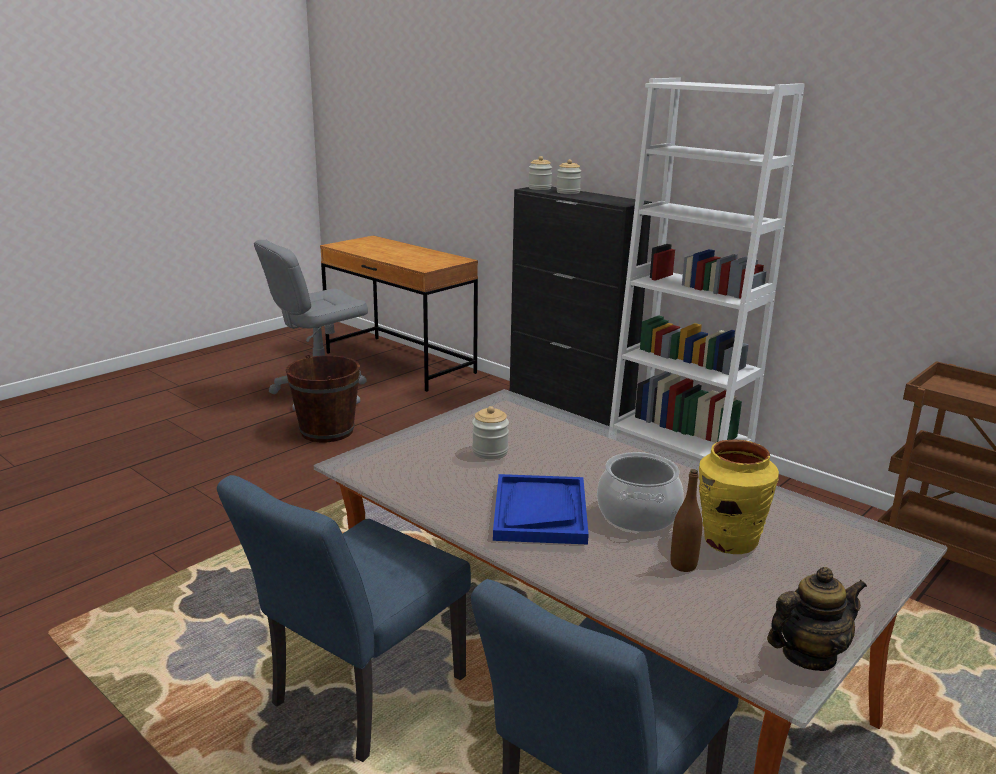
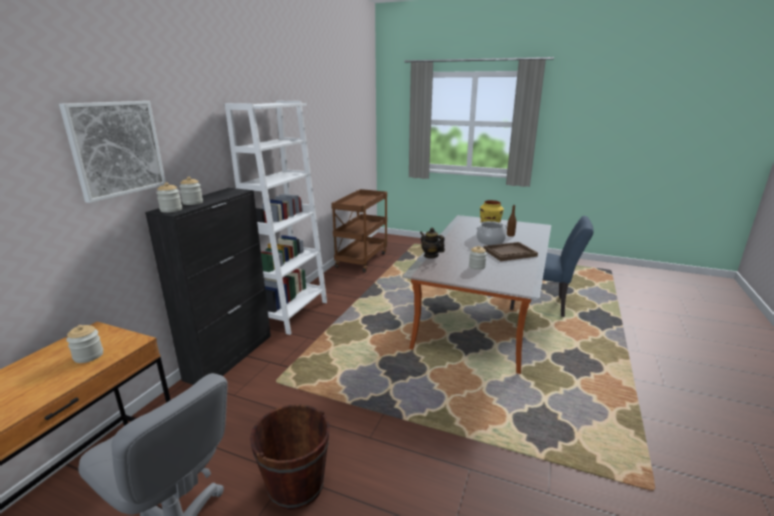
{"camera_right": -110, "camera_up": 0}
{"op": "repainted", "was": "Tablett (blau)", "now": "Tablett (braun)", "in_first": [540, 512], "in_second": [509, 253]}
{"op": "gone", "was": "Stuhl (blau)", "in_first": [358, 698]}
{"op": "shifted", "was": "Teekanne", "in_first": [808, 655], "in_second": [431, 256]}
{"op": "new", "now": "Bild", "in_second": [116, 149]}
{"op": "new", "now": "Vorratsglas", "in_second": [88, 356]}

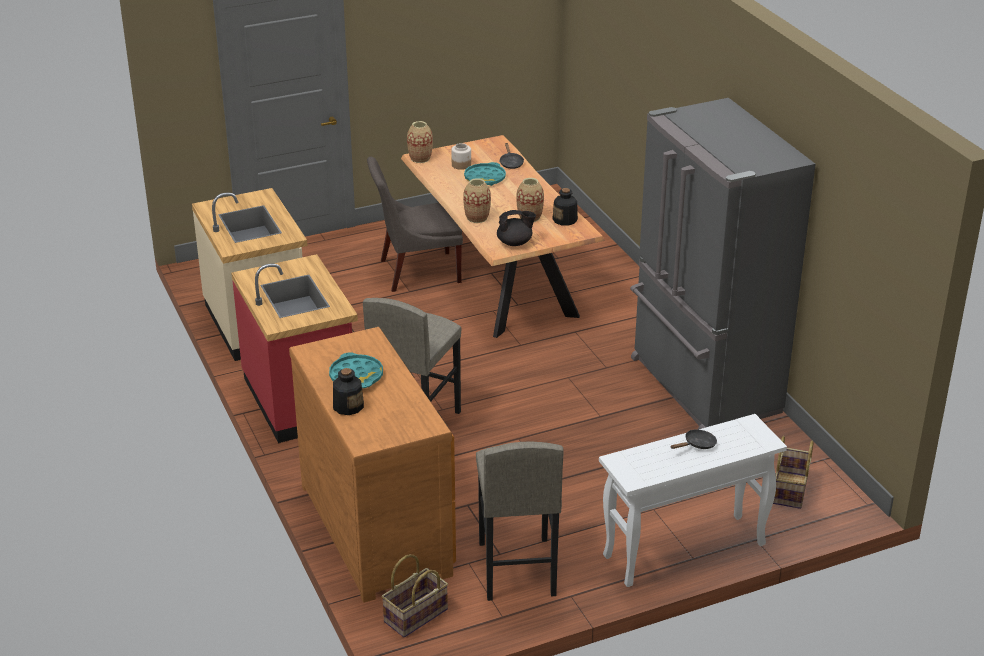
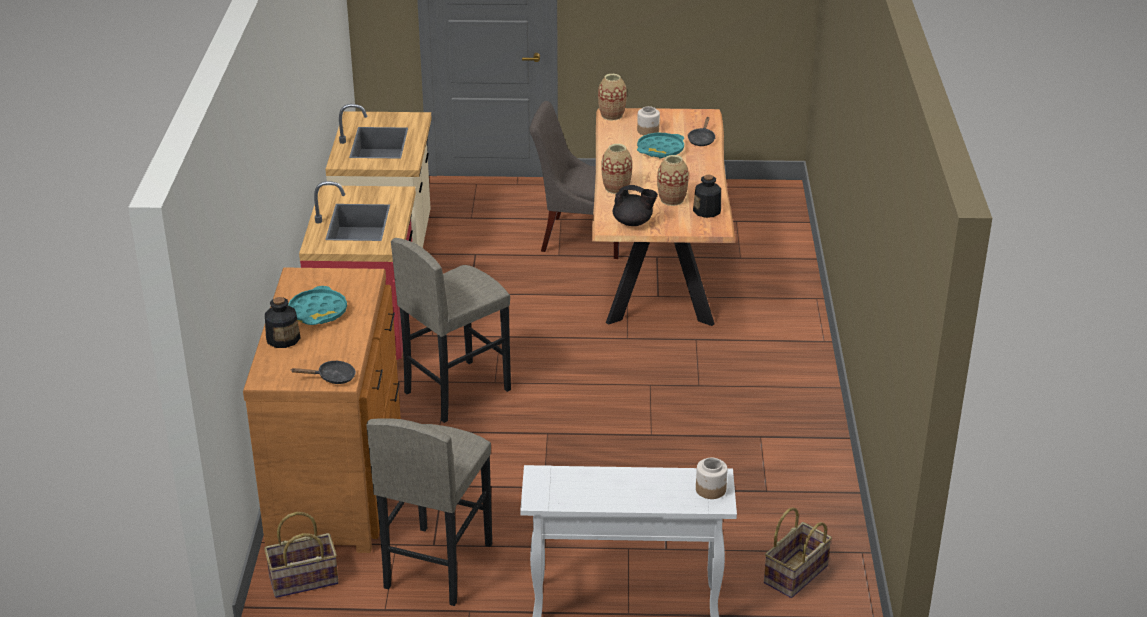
{"camera_right": 25, "camera_up": 0}
{"op": "gone", "was": "Kühlschrank (grau)", "in_first": [702, 386]}
{"op": "shifted", "was": "Pfanne (schwarz)", "in_first": [697, 445], "in_second": [332, 377]}
{"op": "new", "now": "Vorratsglas", "in_second": [711, 489]}

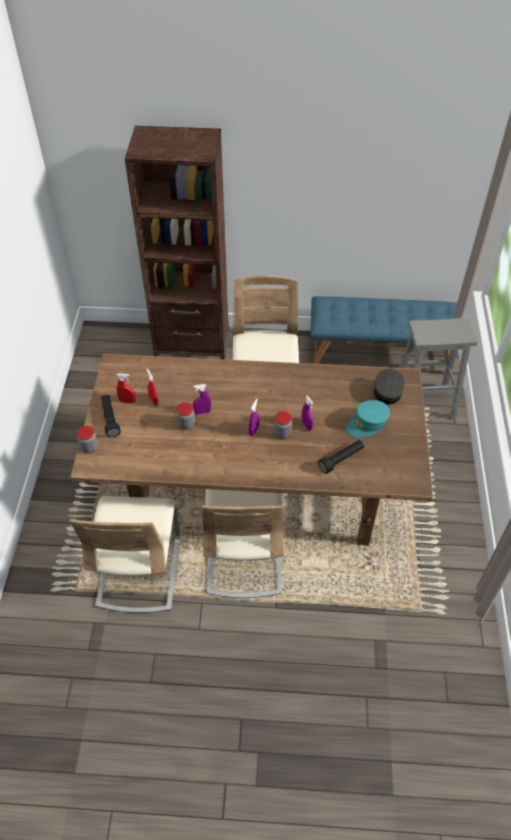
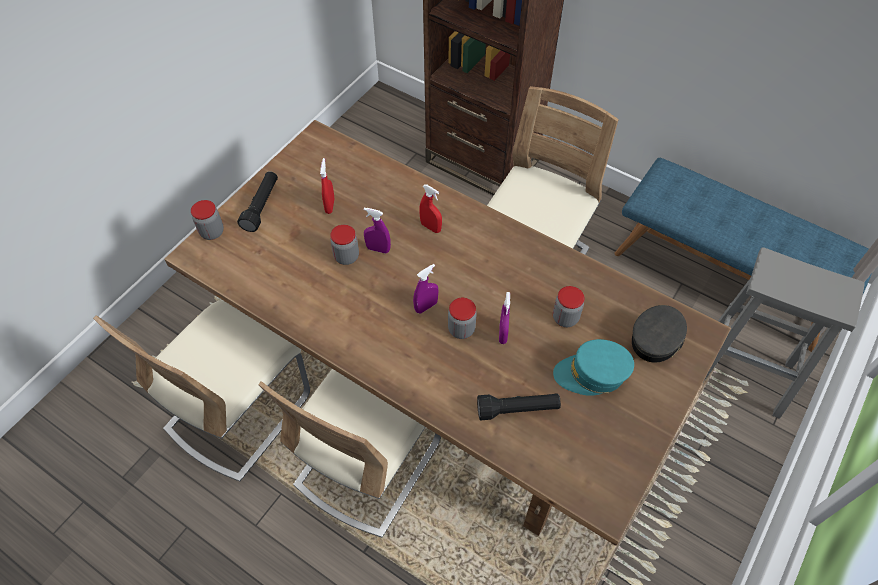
{"camera_right": 30, "camera_up": 5}
{"op": "shifted", "was": "Sprühflasche (rot)", "in_first": [127, 401], "in_second": [430, 227]}
{"op": "new", "now": "Vorratsglas", "in_second": [565, 318]}

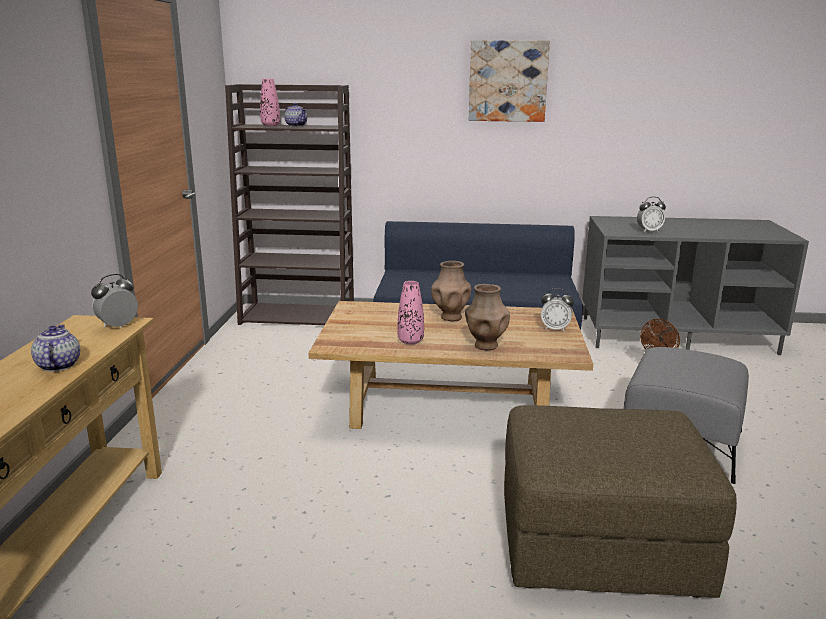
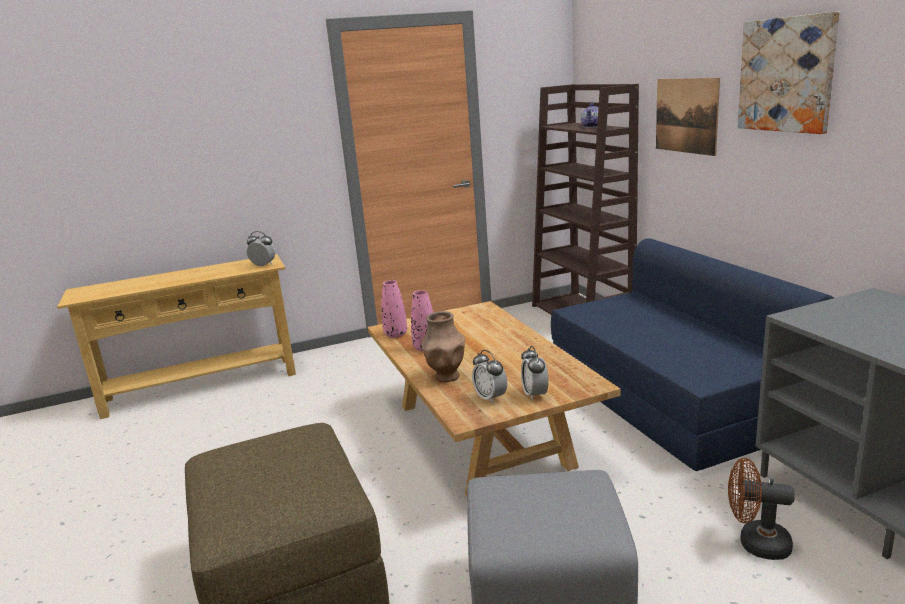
{"camera_right": 65, "camera_up": 0}
{"op": "shifted", "was": "Vase (rosa)", "in_first": [270, 125], "in_second": [395, 335]}
{"op": "shifted", "was": "Wecker", "in_first": [649, 231], "in_second": [490, 398]}
{"op": "gone", "was": "Vase (braun)", "in_first": [451, 317]}
{"op": "gone", "was": "Teekanne", "in_first": [58, 365]}
{"op": "new", "now": "Bild", "in_second": [686, 115]}

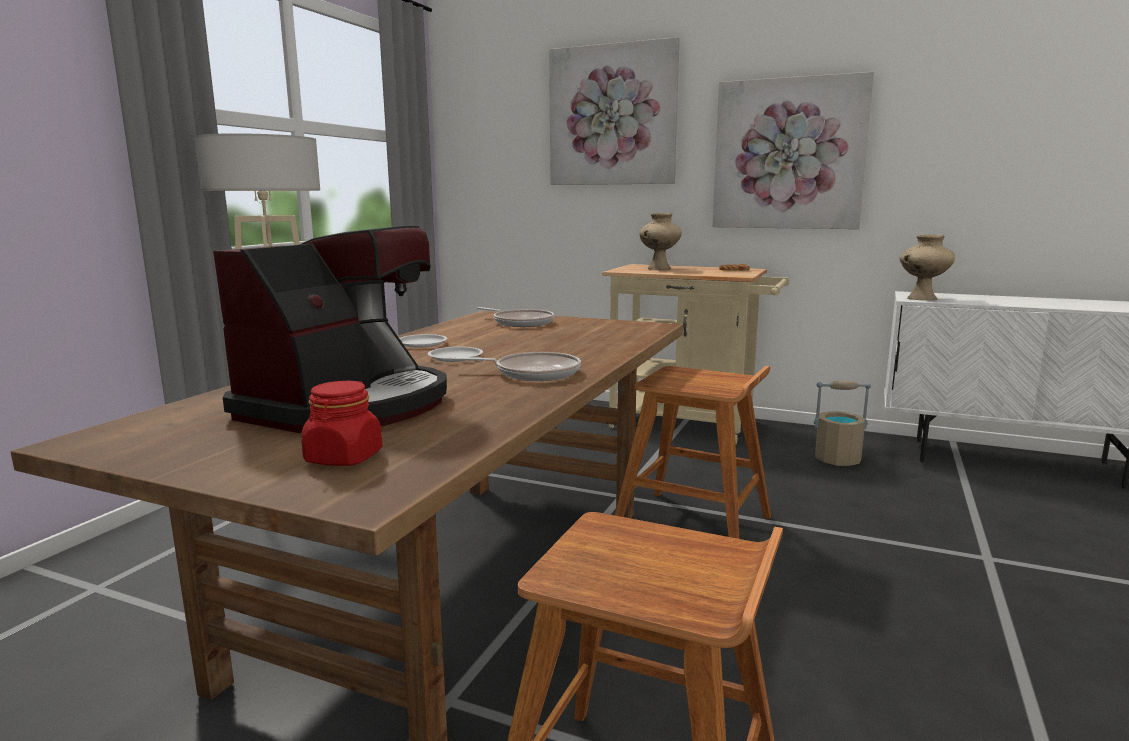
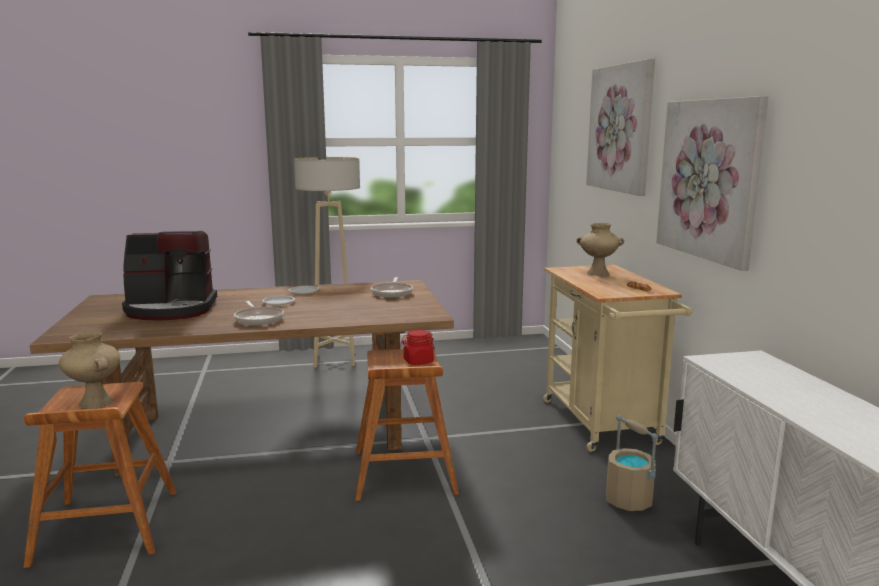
{"camera_right": 55, "camera_up": 0}
{"op": "shifted", "was": "Vase (beige)", "in_first": [922, 299], "in_second": [95, 402]}
{"op": "shifted", "was": "Vorratsglas (rot)", "in_first": [343, 458], "in_second": [418, 361]}

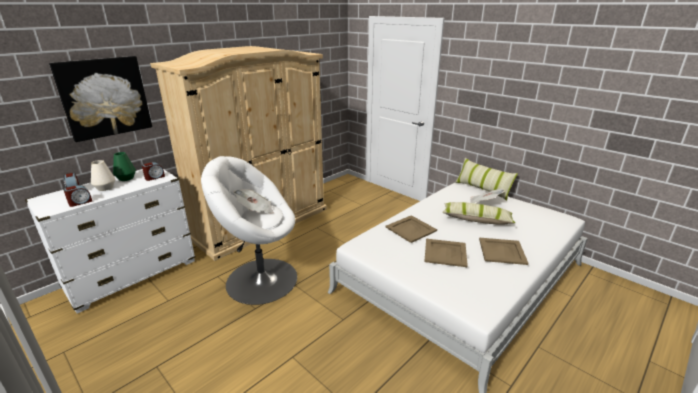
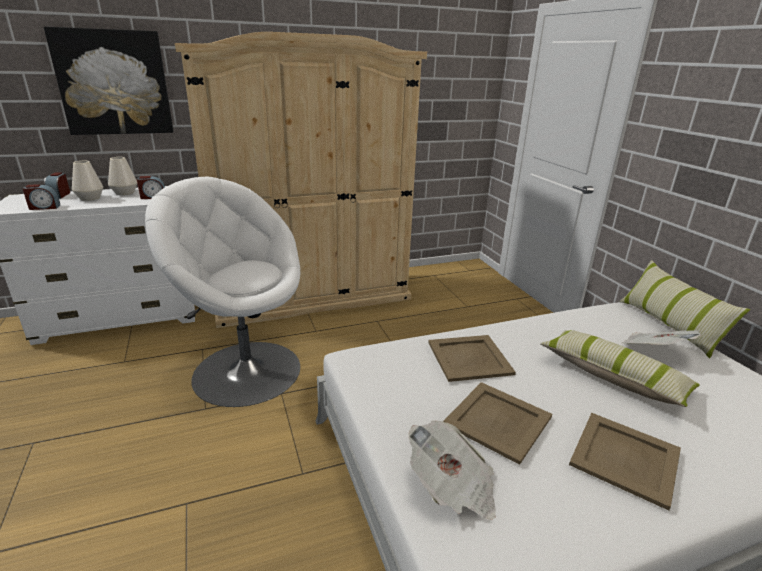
{"camera_right": 25, "camera_up": 0}
{"op": "repainted", "was": "Vase (grün)", "now": "Vase (weiß)", "in_first": [126, 178], "in_second": [125, 193]}
{"op": "shifted", "was": "Zeitung", "in_first": [256, 210], "in_second": [452, 487]}

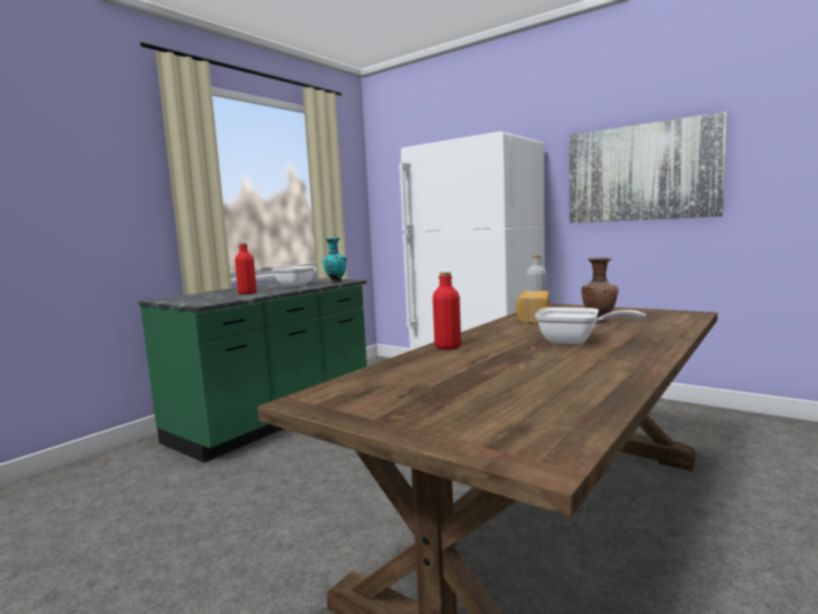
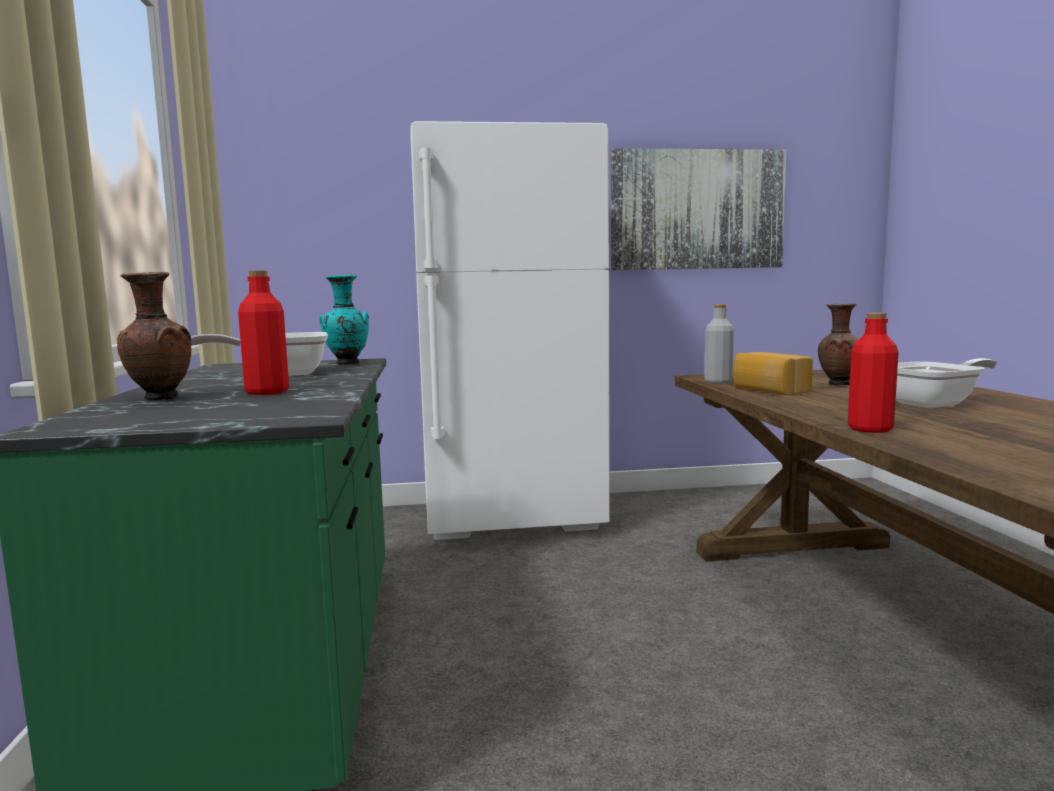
{"camera_right": -45, "camera_up": 0}
{"op": "new", "now": "Vase (braun)", "in_second": [158, 399]}

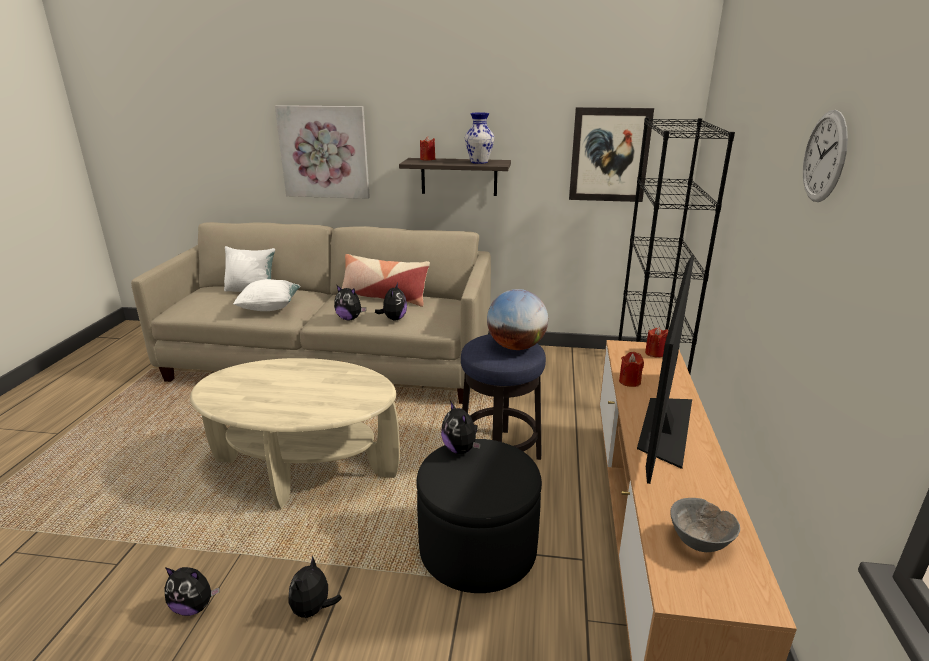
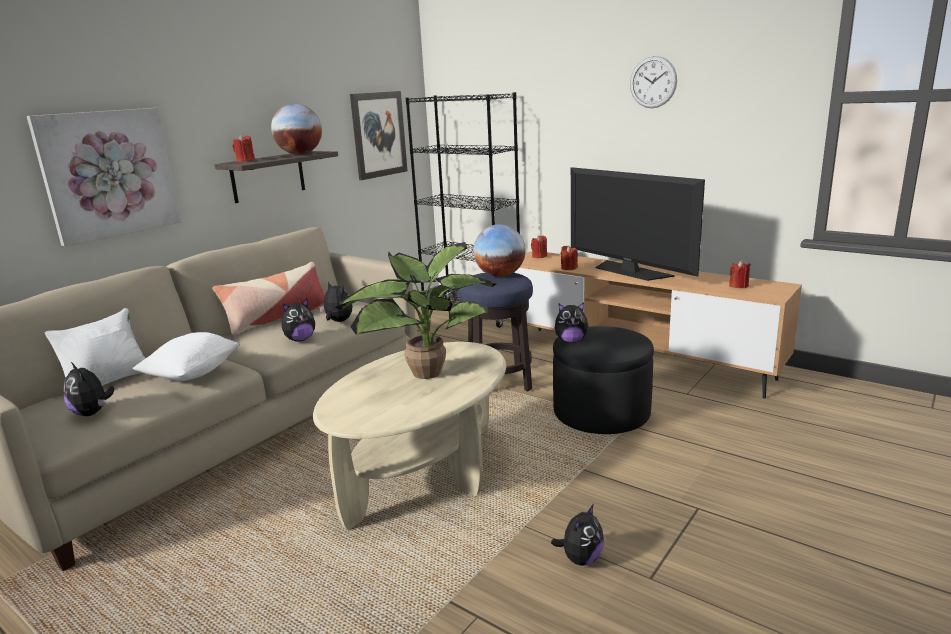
{"camera_right": -60, "camera_up": -5}
{"op": "swapped", "was": "Vase", "now": "Globus", "in_first": [478, 162], "in_second": [300, 154]}
{"op": "swapped", "was": "Schüssel (grau)", "now": "Kerze (rot)", "in_first": [699, 543], "in_second": [738, 286]}
{"op": "shifted", "was": "Plüschtier", "in_first": [313, 610], "in_second": [93, 413]}
{"op": "new", "now": "Topfpflanze", "in_second": [423, 371]}

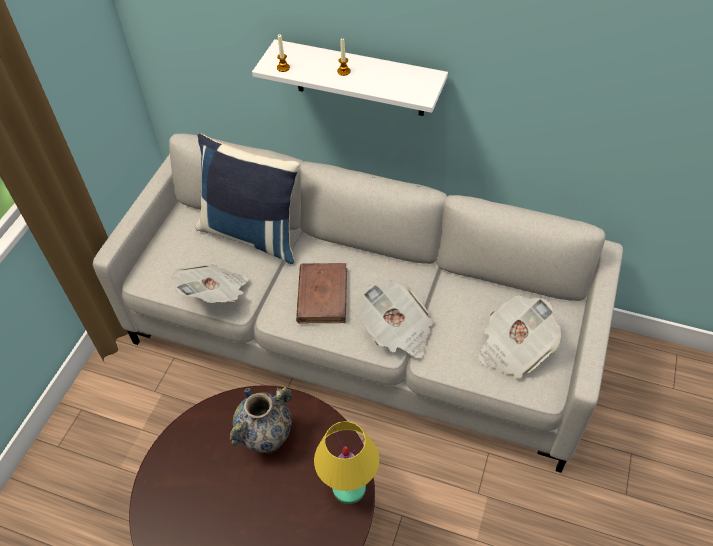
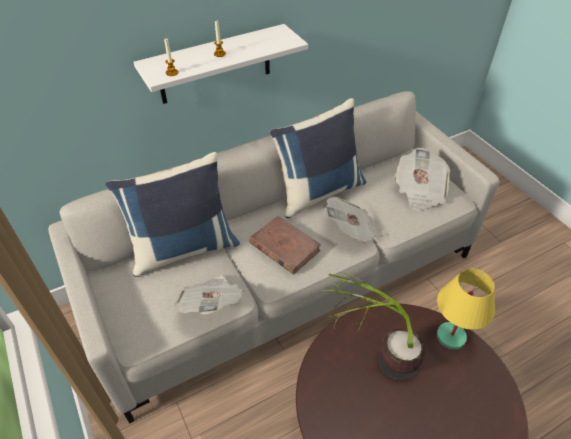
{"camera_right": -50, "camera_up": -5}
{"op": "swapped", "was": "Vase", "now": "Topfpflanze", "in_first": [267, 441], "in_second": [373, 359]}
{"op": "new", "now": "Kissen (blau)", "in_second": [318, 191]}

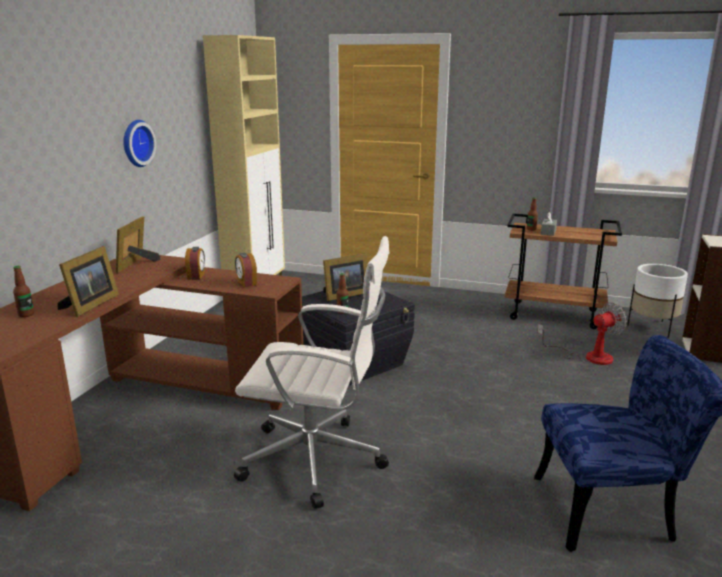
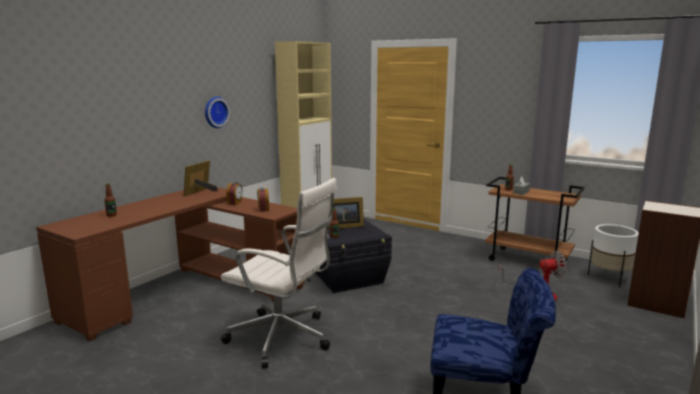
{"camera_right": 15, "camera_up": -5}
{"op": "gone", "was": "Bilderrahmen", "in_first": [89, 305]}

